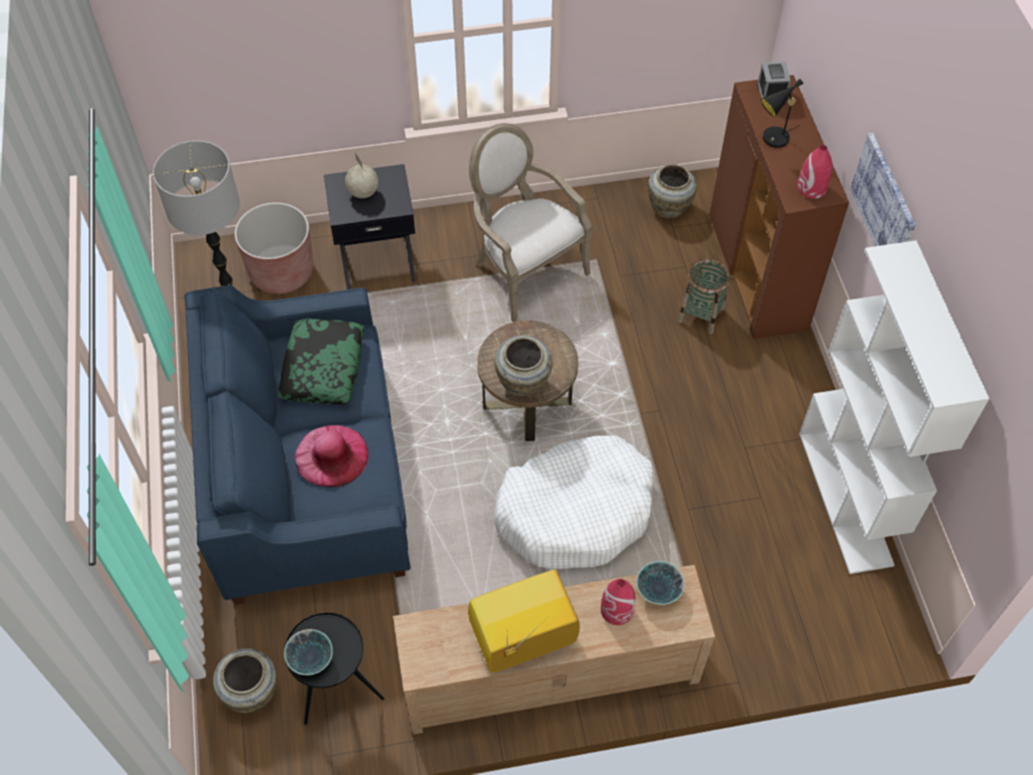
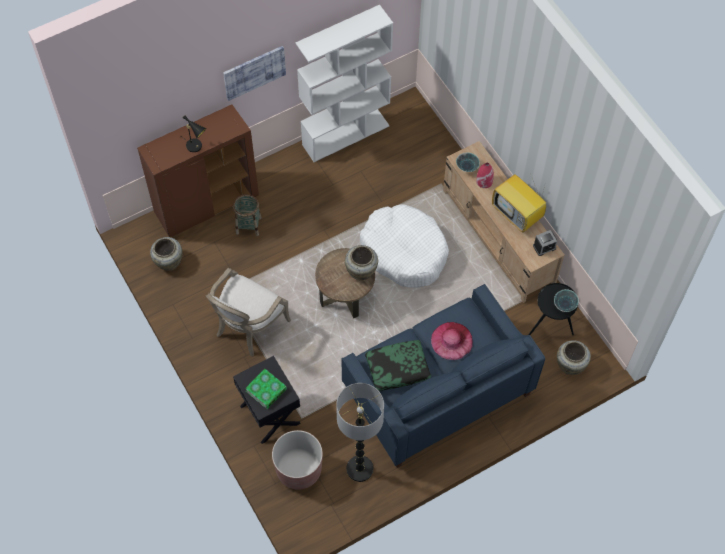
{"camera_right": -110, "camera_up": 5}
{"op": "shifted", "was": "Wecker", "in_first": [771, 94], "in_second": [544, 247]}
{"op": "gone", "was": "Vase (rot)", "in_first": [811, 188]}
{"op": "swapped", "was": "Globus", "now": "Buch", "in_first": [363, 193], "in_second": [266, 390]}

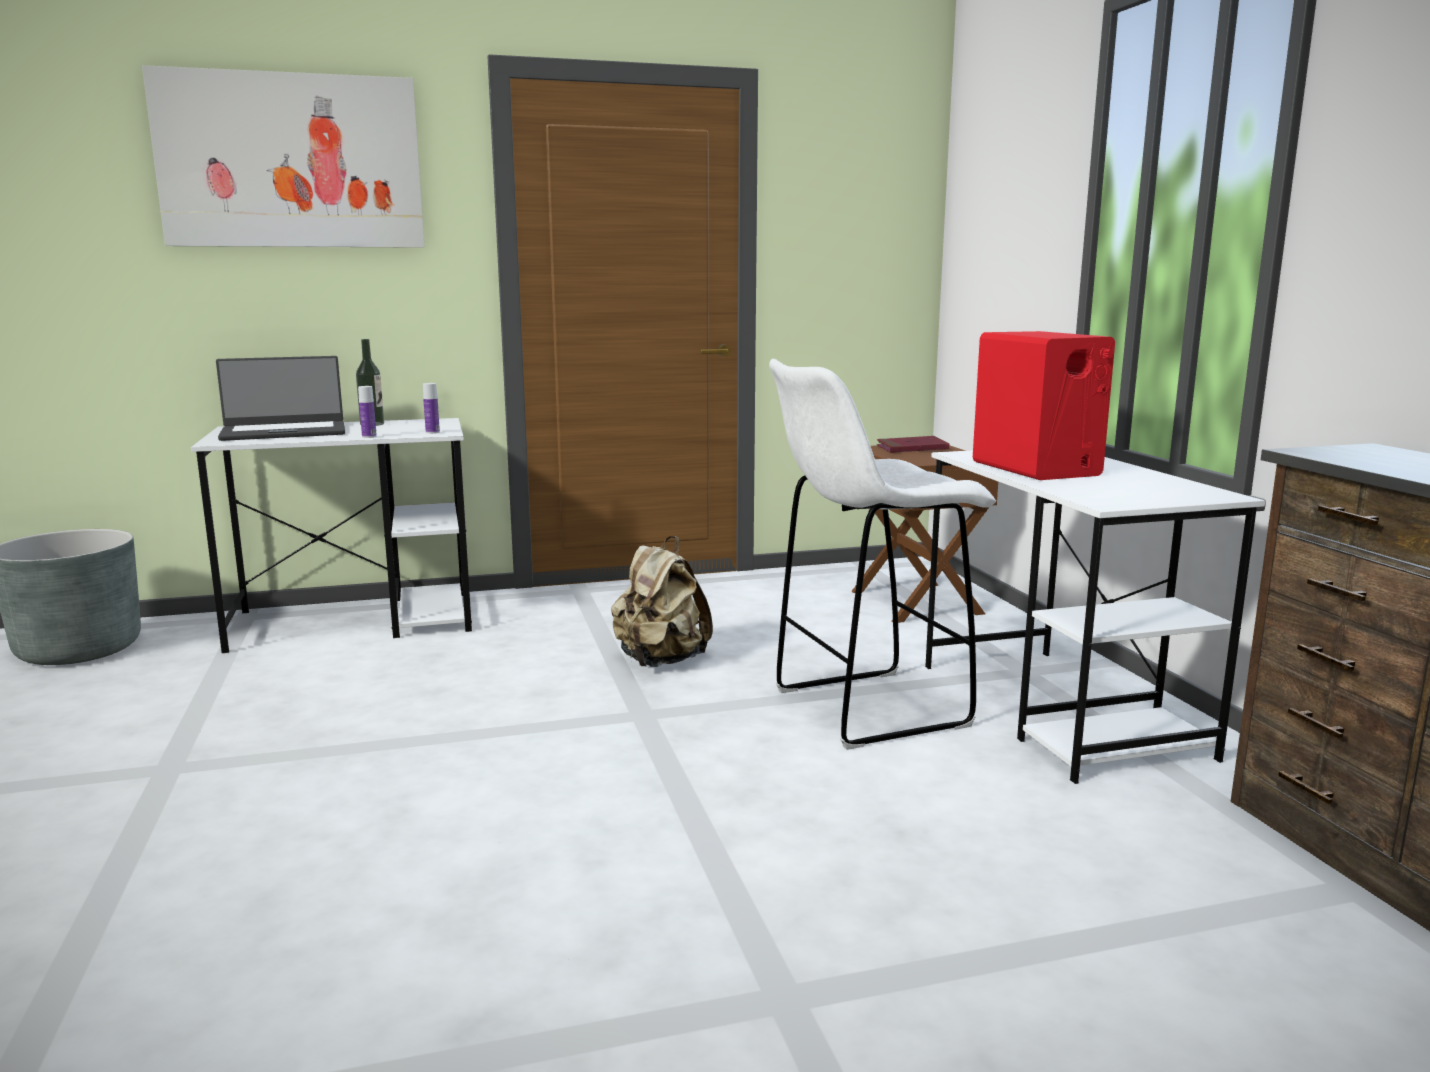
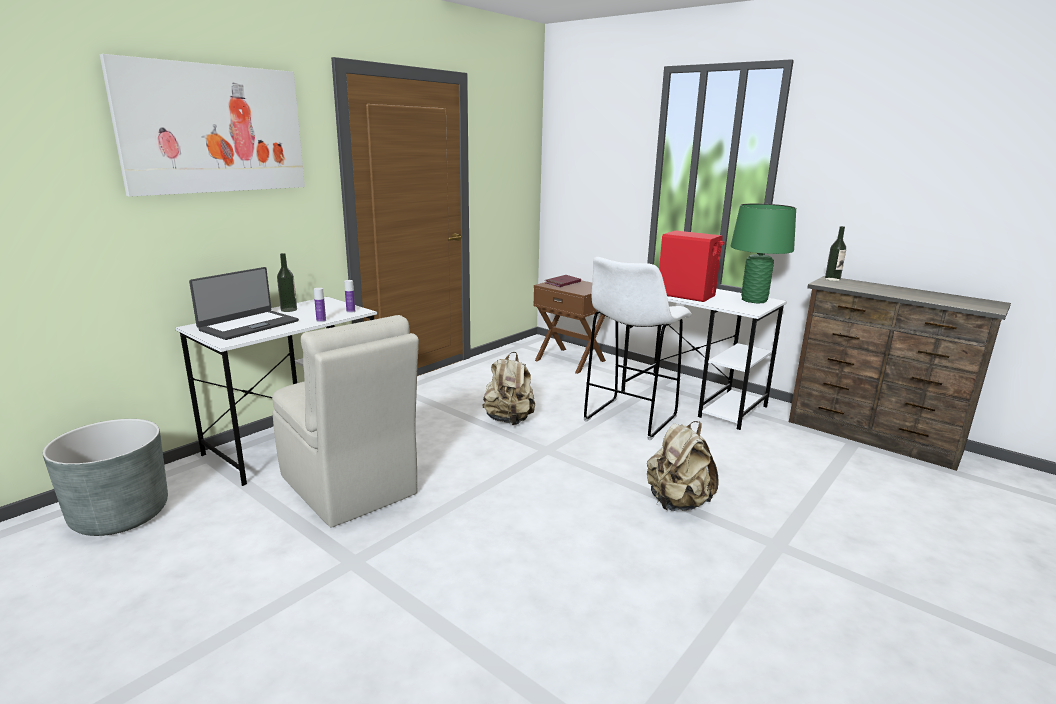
{"camera_right": -35, "camera_up": 5}
{"op": "new", "now": "Tischlampe (grün)", "in_second": [753, 300]}
{"op": "new", "now": "Flasche", "in_second": [832, 279]}
{"op": "new", "now": "Stuhl (beige)", "in_second": [349, 487]}
{"op": "new", "now": "Rucksack (beige)", "in_second": [677, 503]}

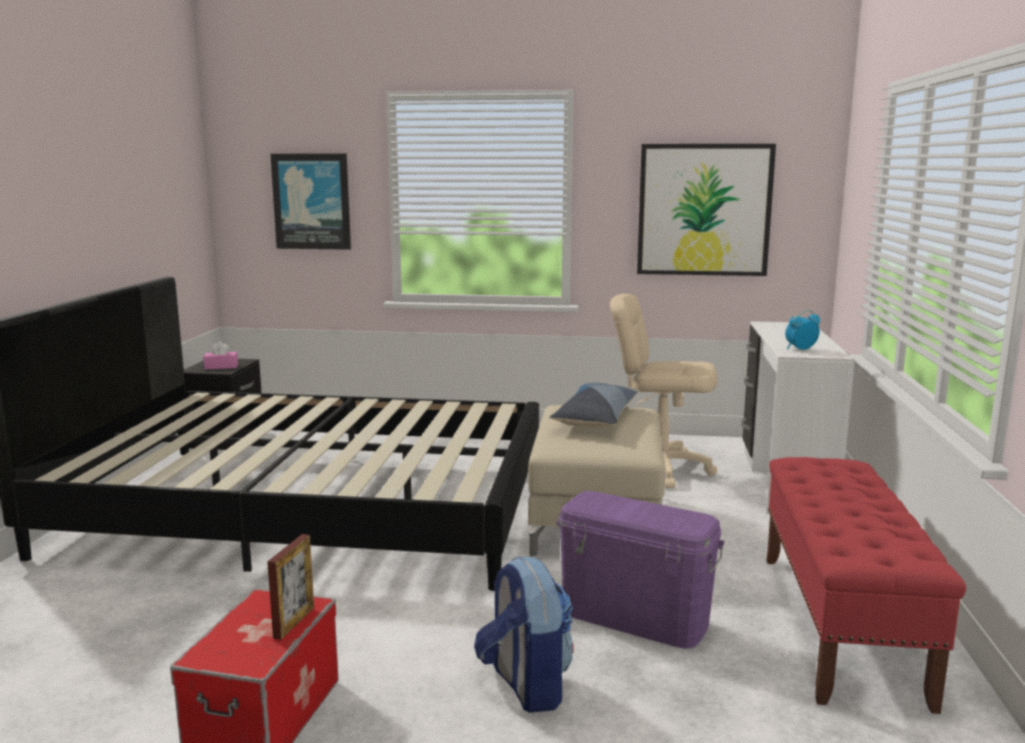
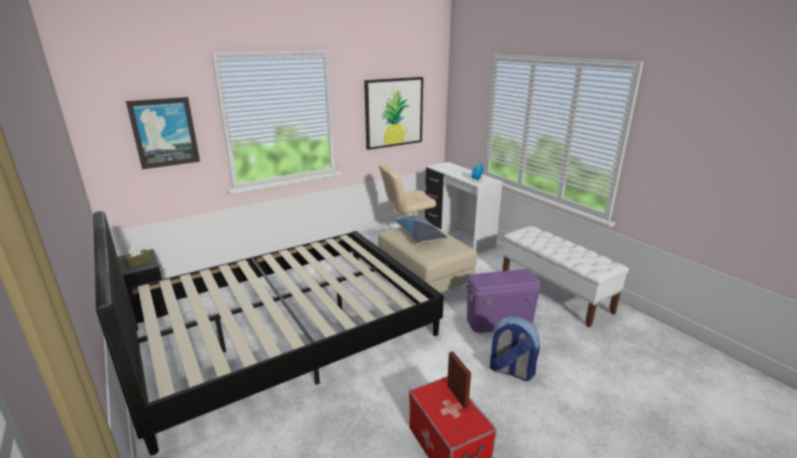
{"camera_right": -40, "camera_up": 10}
{"op": "repainted", "was": "Taschentuchbox (rosa)", "now": "Taschentuchbox (braun)", "in_first": [221, 367], "in_second": [138, 262]}
{"op": "repainted", "was": "Bank (rot)", "now": "Bank (weiß)", "in_first": [840, 625], "in_second": [555, 293]}

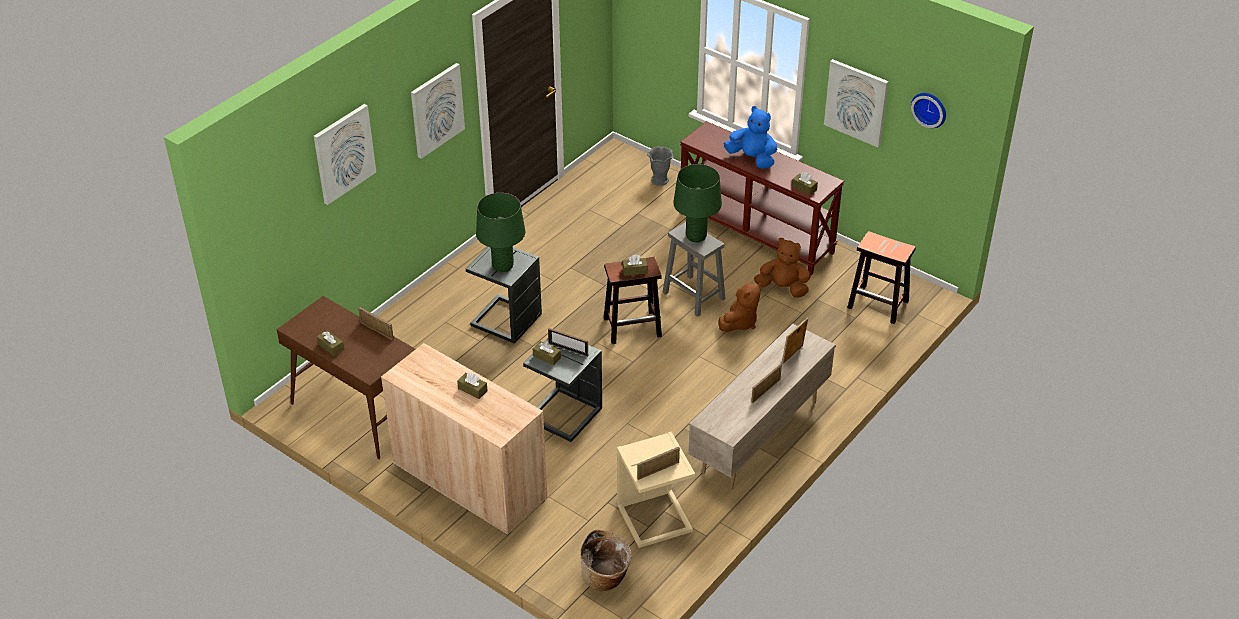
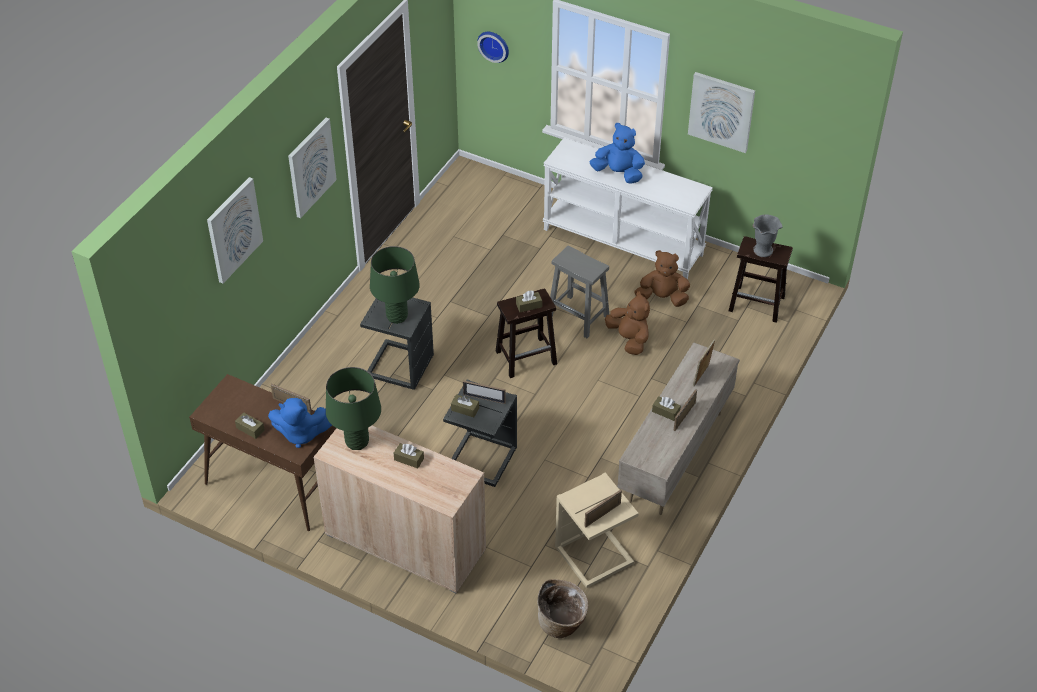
{"camera_right": -10, "camera_up": 5}
{"op": "shifted", "was": "Wanduhr", "in_first": [930, 108], "in_second": [494, 45]}
{"op": "repainted", "was": "Konsolentisch (braun)", "now": "Konsolentisch (weiß)", "in_first": [756, 232], "in_second": [623, 241]}
{"op": "shifted", "was": "Vase (grau)", "in_first": [659, 180], "in_second": [763, 250]}
{"op": "shifted", "was": "Tischlampe (grün)", "in_first": [696, 236], "in_second": [357, 442]}
{"op": "shifted", "was": "Taschentuchbox (braun)", "in_first": [804, 188], "in_second": [666, 412]}
{"op": "rotated", "was": "Plüschtier (braun)", "in_first": [740, 322], "in_second": [629, 339], "clockwise": -60}
{"op": "new", "now": "Plüschtier (blau)", "in_second": [301, 434]}

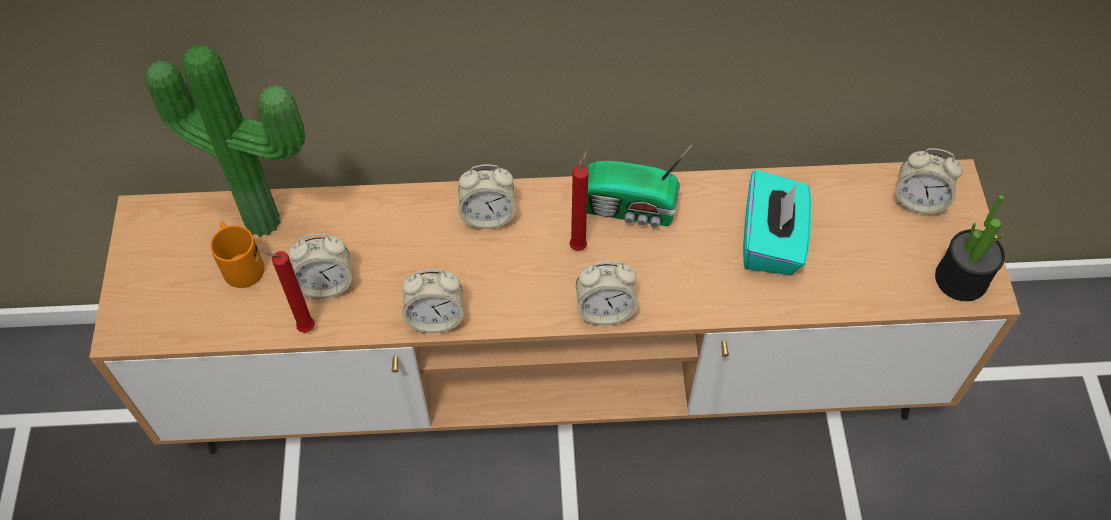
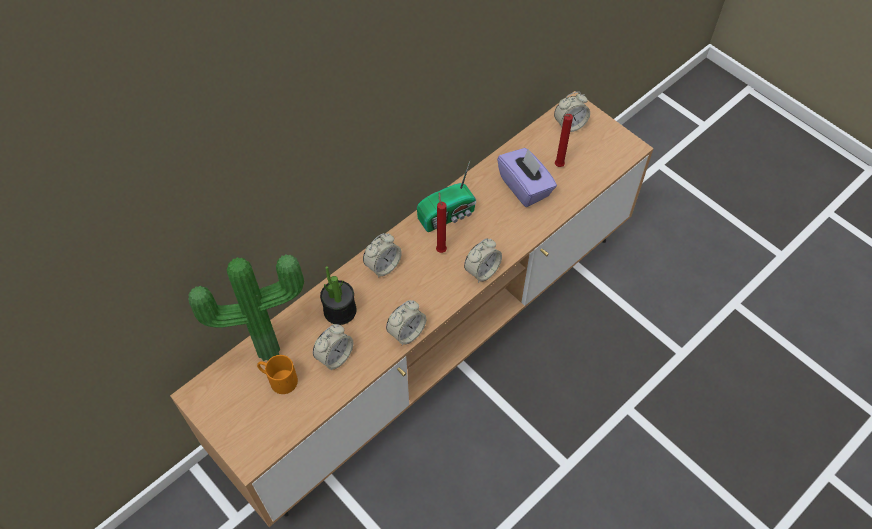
{"camera_right": -40, "camera_up": 0}
{"op": "repainted", "was": "Taschentuchbox (türkis)", "now": "Taschentuchbox (lila)", "in_first": [771, 241], "in_second": [525, 187]}
{"op": "shifted", "was": "Topfpflanze", "in_first": [961, 279], "in_second": [340, 310]}
{"op": "shifted", "was": "Kerze (rot)", "in_first": [303, 328], "in_second": [558, 166]}

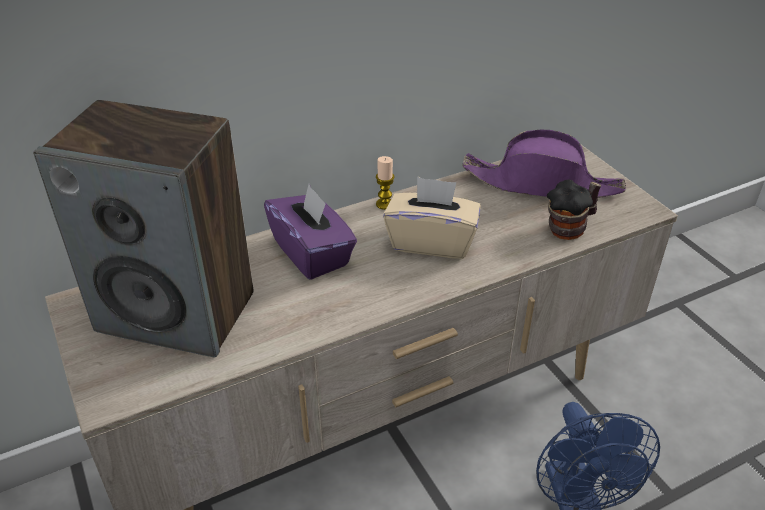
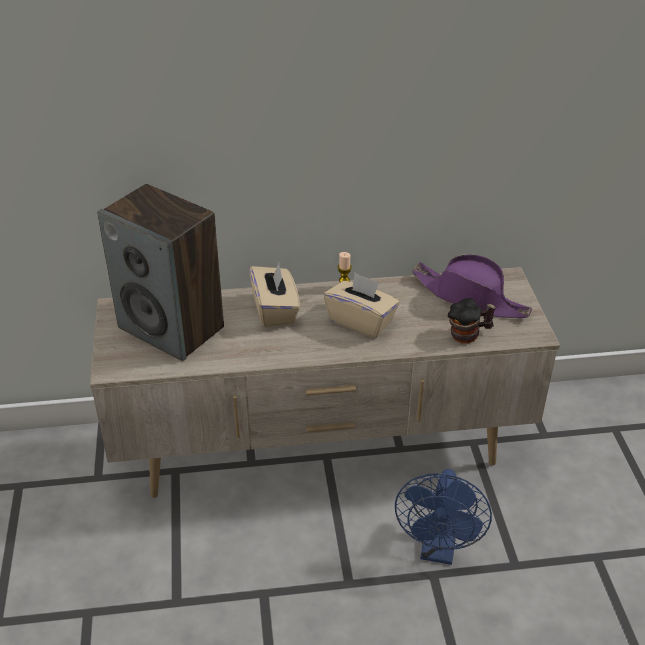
{"camera_right": 20, "camera_up": 0}
{"op": "repainted", "was": "Taschentuchbox (lila)", "now": "Taschentuchbox (beige)", "in_first": [312, 253], "in_second": [275, 310]}

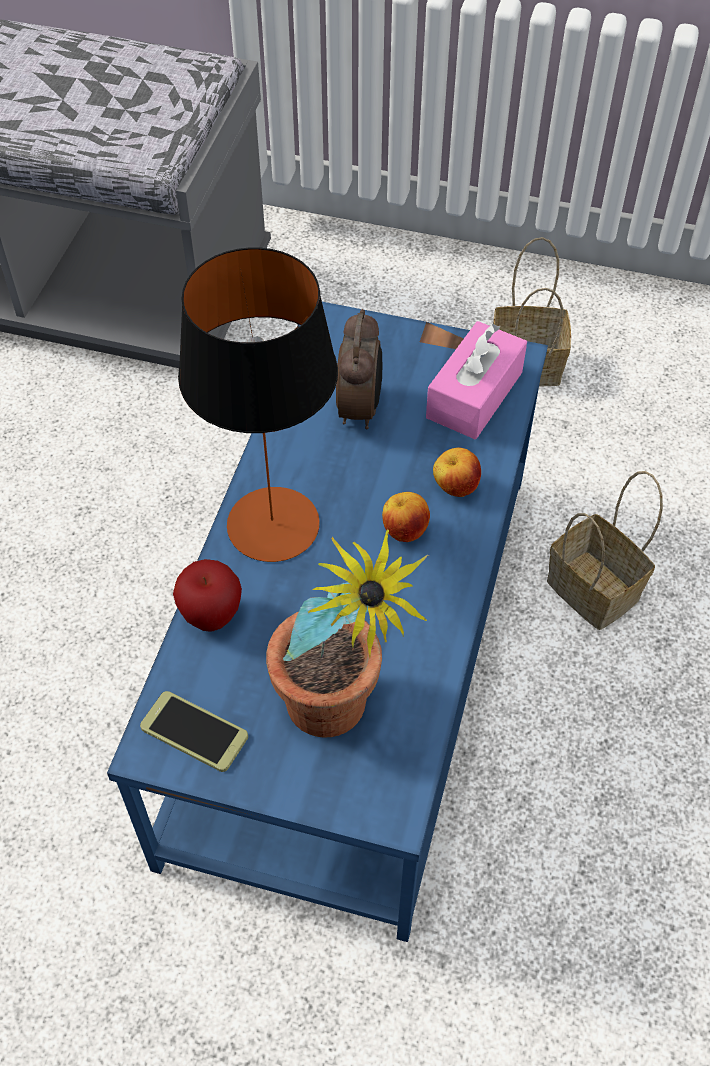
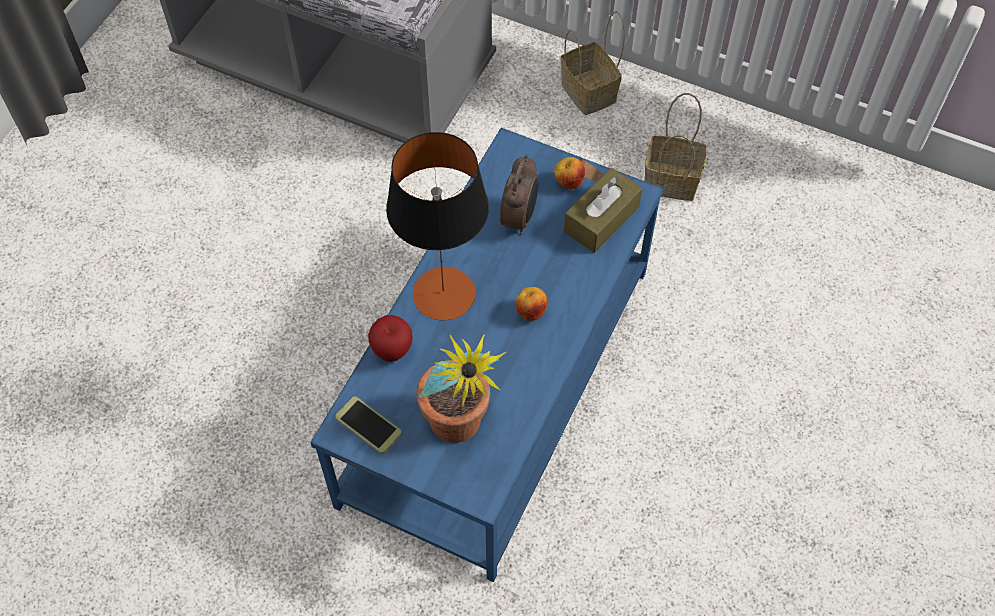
{"camera_right": 10, "camera_up": 5}
{"op": "repainted", "was": "Taschentuchbox (rosa)", "now": "Taschentuchbox (braun)", "in_first": [474, 395], "in_second": [601, 219]}
{"op": "shifted", "was": "Apfel", "in_first": [455, 487], "in_second": [568, 182]}
{"op": "shifted", "was": "Korb", "in_first": [596, 591], "in_second": [590, 93]}

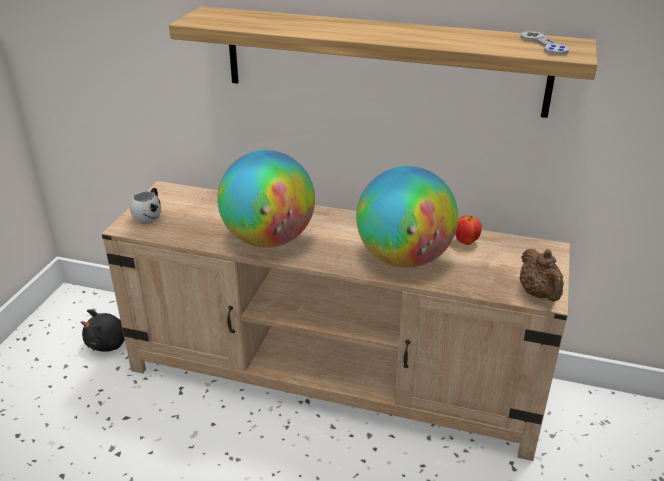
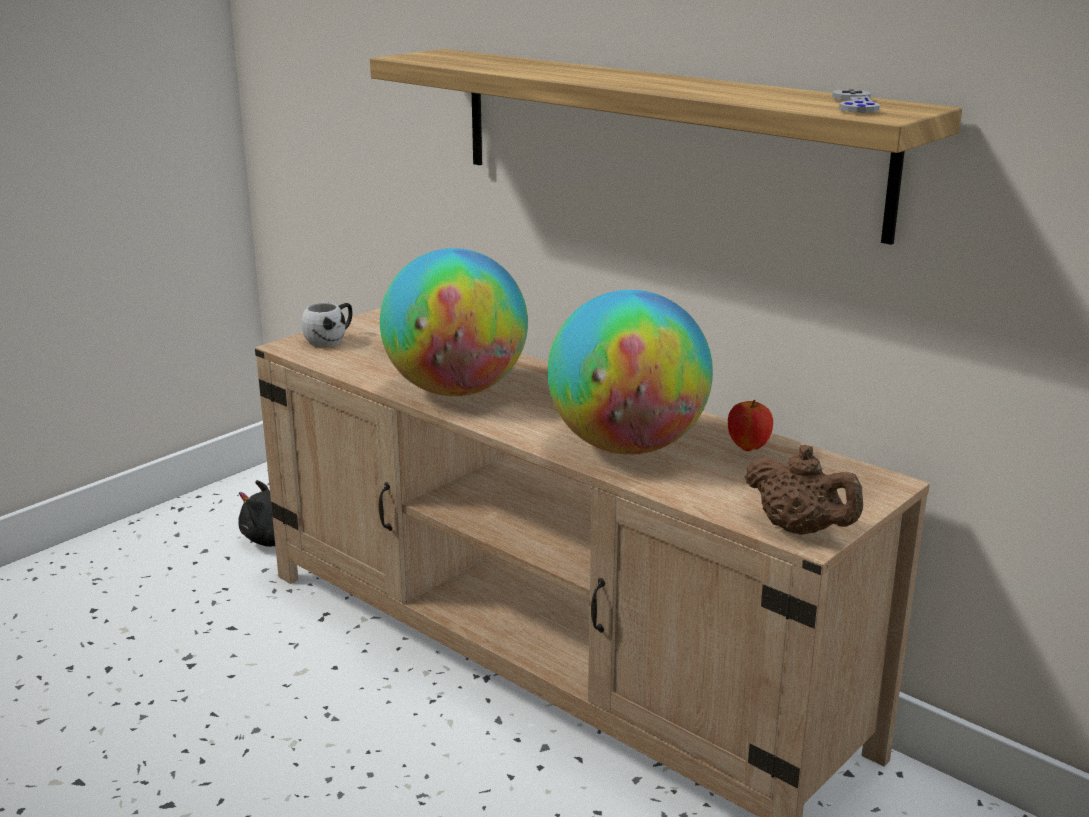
{"camera_right": 25, "camera_up": -10}
{"op": "rotated", "was": "Teekanne (braun)", "in_first": [539, 294], "in_second": [799, 530], "clockwise": -60}

